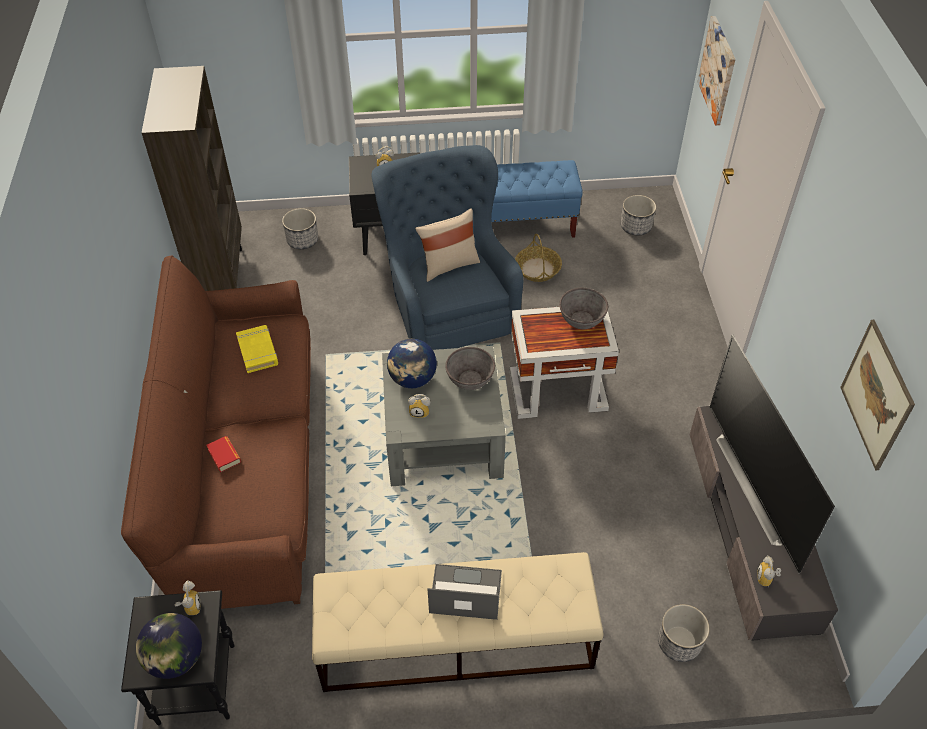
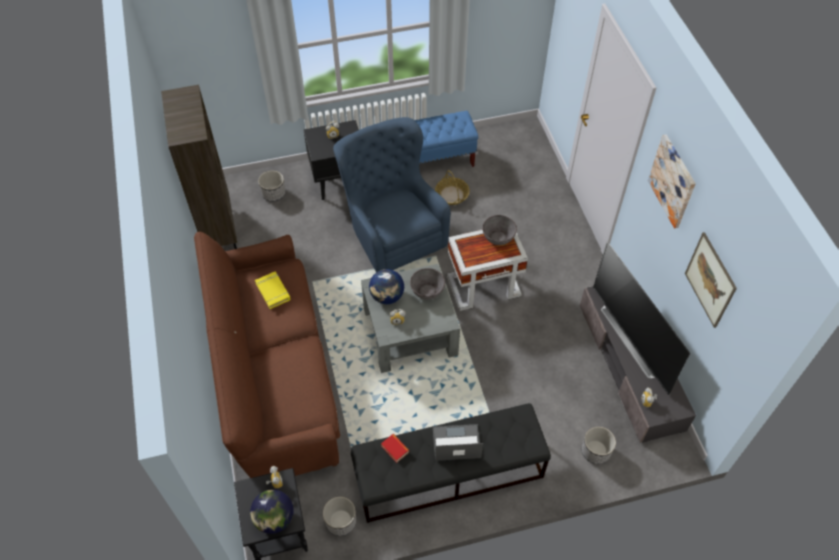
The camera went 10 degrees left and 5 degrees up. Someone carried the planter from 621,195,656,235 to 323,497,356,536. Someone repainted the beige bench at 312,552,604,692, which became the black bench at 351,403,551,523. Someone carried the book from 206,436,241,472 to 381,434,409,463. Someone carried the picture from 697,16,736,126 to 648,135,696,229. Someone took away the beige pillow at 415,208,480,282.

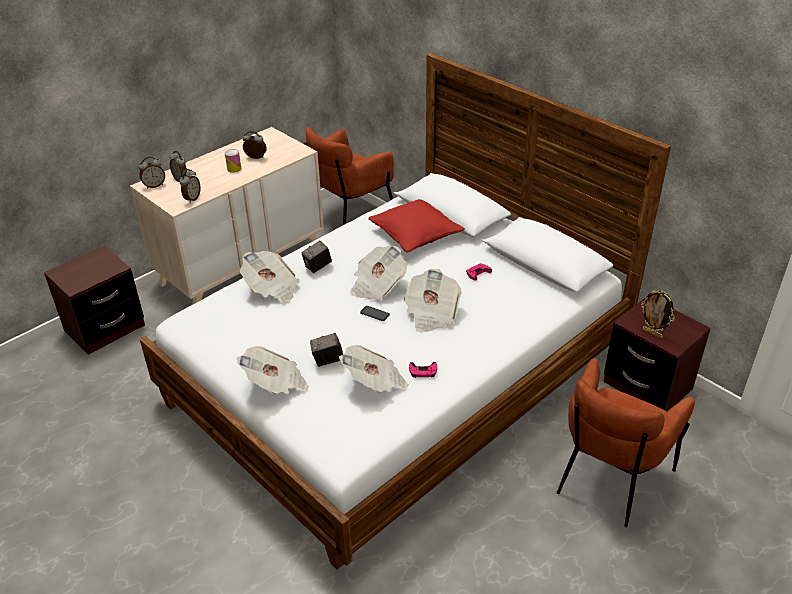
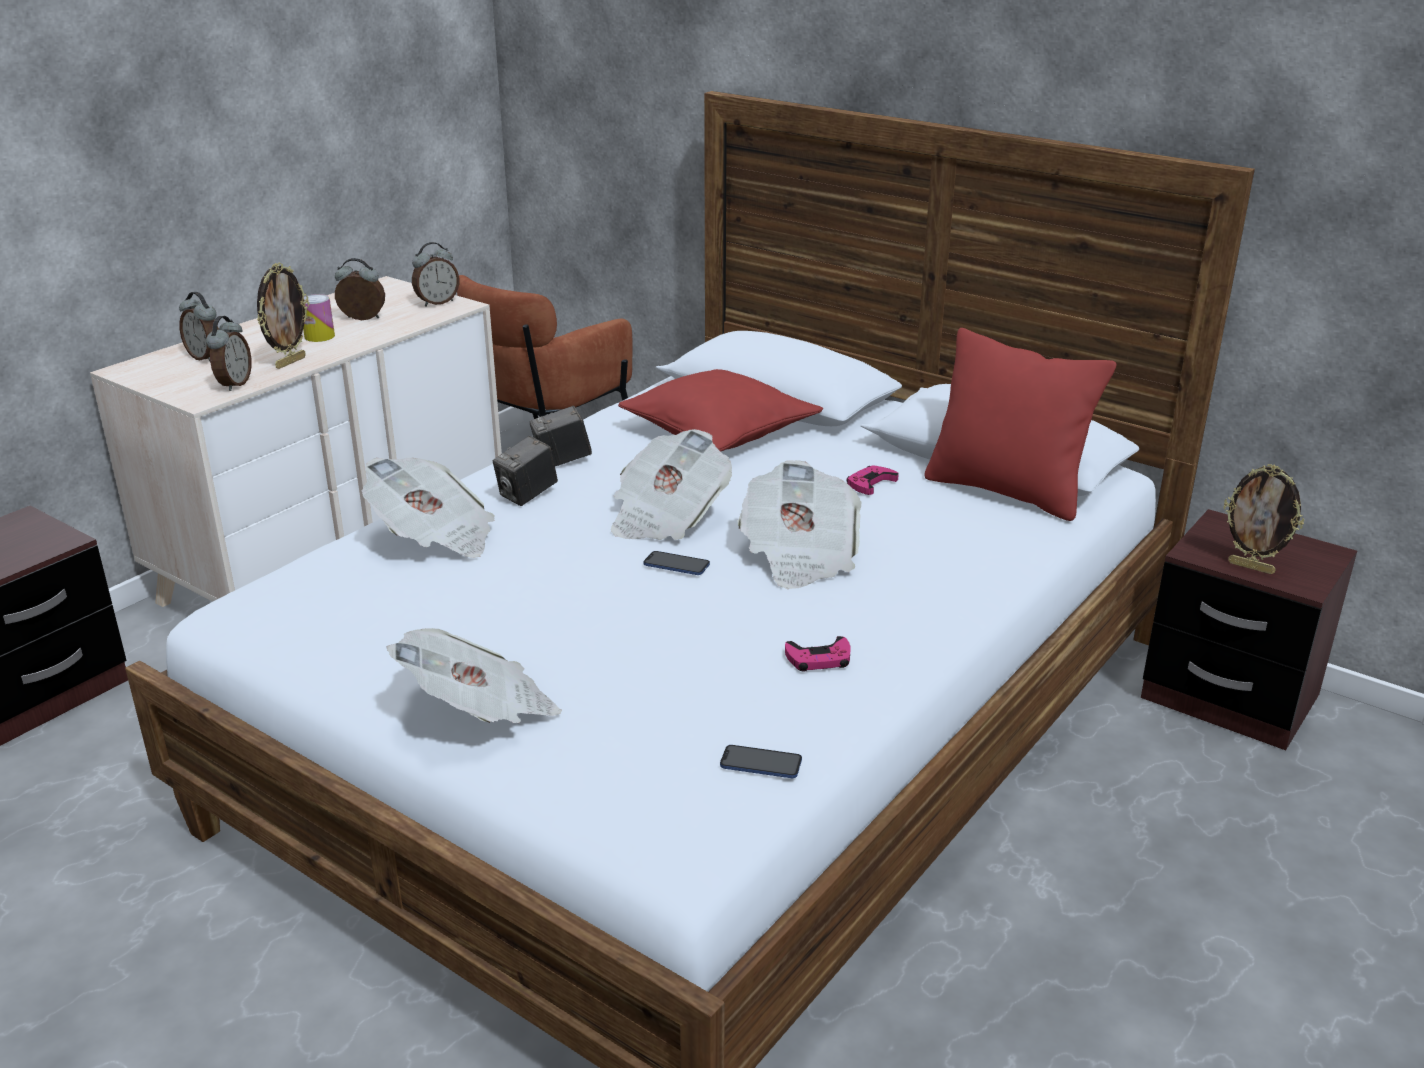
The camera went 10 degrees left and 10 degrees down. Someone put down the picture frame at 257,263,309,369. Someone carried the alarm clock from 139,156,165,189 to 412,242,459,306. Someone carried the photo camera from 310,333,343,367 to 530,405,592,466. Someone put down the phone at 720,745,802,778. Someone put down the red pillow at 924,328,1116,521. Someone took away the newspaper at 339,345,409,392. Someone took away the brown armchair at 557,358,695,527.

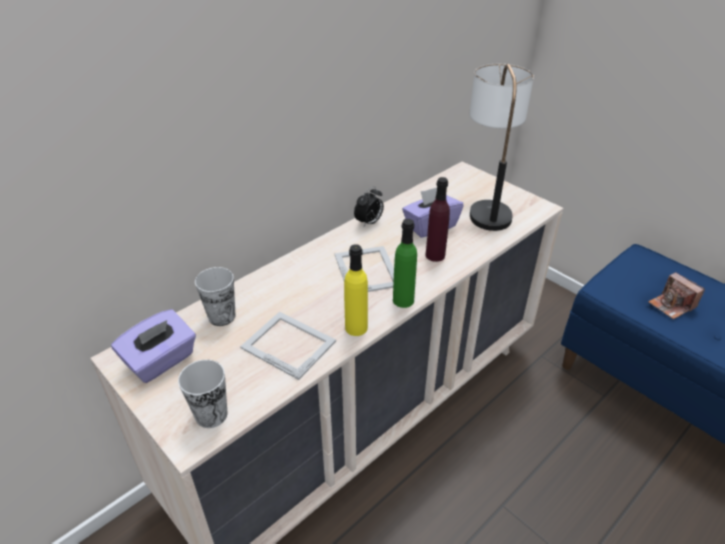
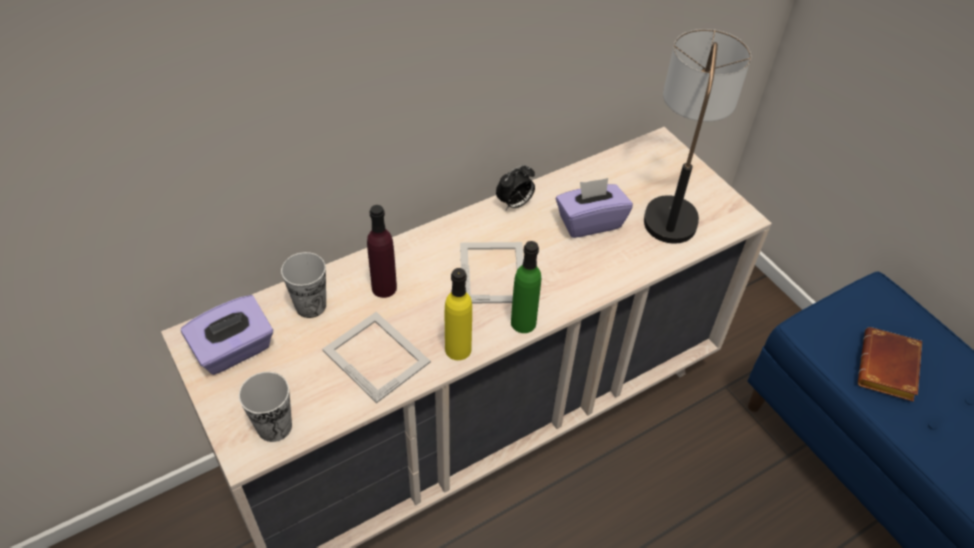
The camera went 10 degrees right and 10 degrees up. Someone carried the purple bottle from 426,177,450,262 to 367,205,397,298. Someone swapped the photo camera at 648,272,705,320 for the brown book at 858,327,922,402.

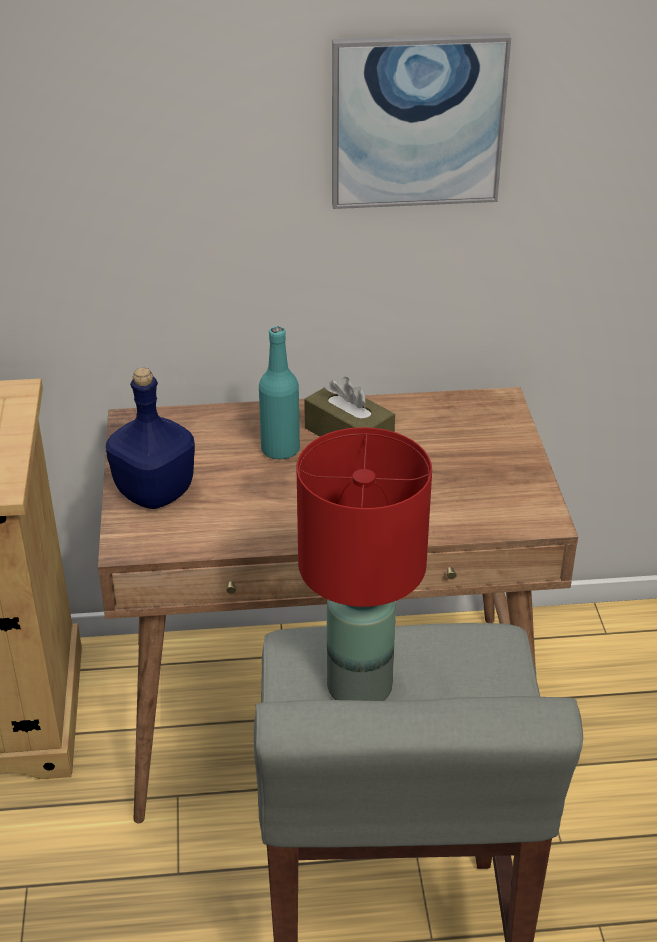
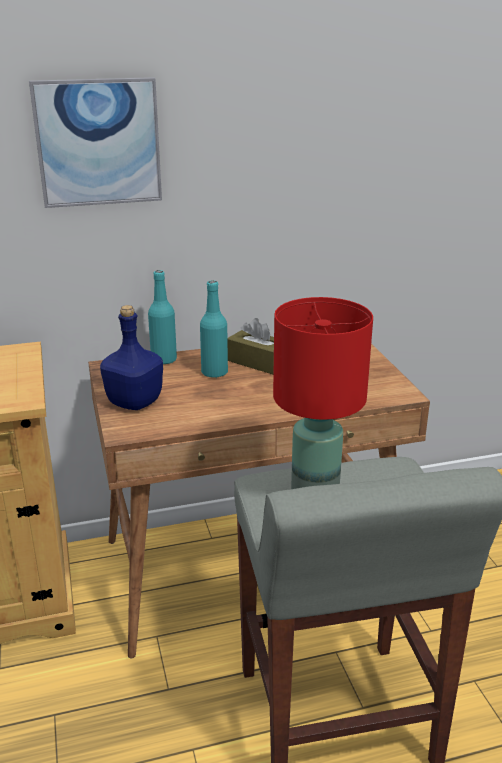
The camera went 10 degrees left and 10 degrees down. Someone carried the picture from 332,33,511,209 to 29,77,162,208. Someone put down the turquoise bottle at 148,270,177,364.

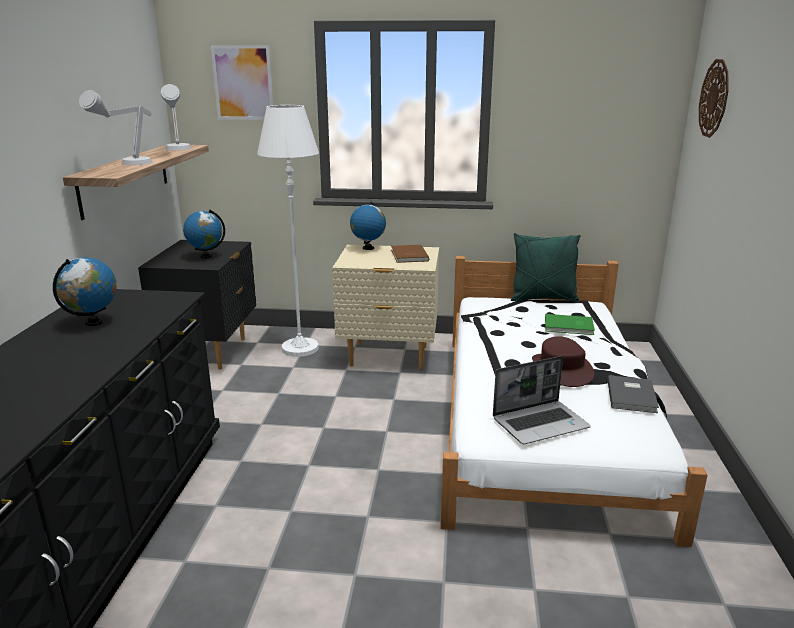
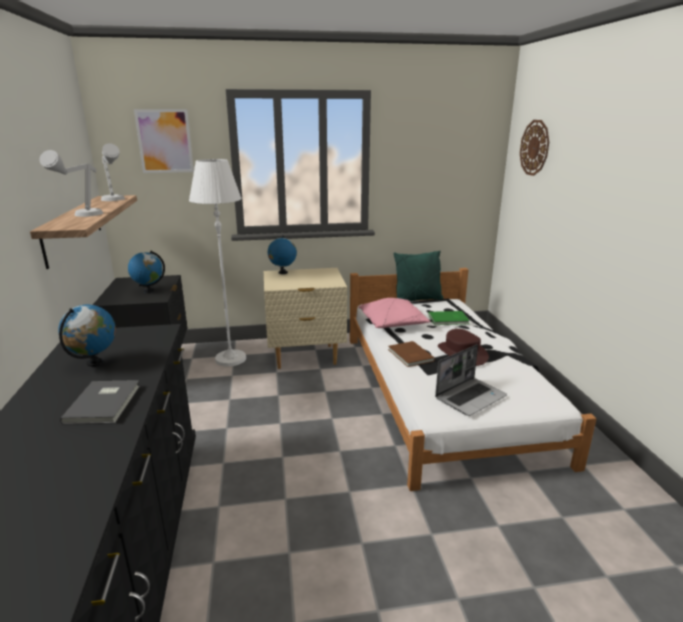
The camera went 15 degrees left and 0 degrees up. Someone carried the grey book from 607,375,659,413 to 60,380,140,424. Someone put down the pink pillow at 358,298,431,328. Someone carried the brown book from 391,245,429,263 to 388,341,435,367.

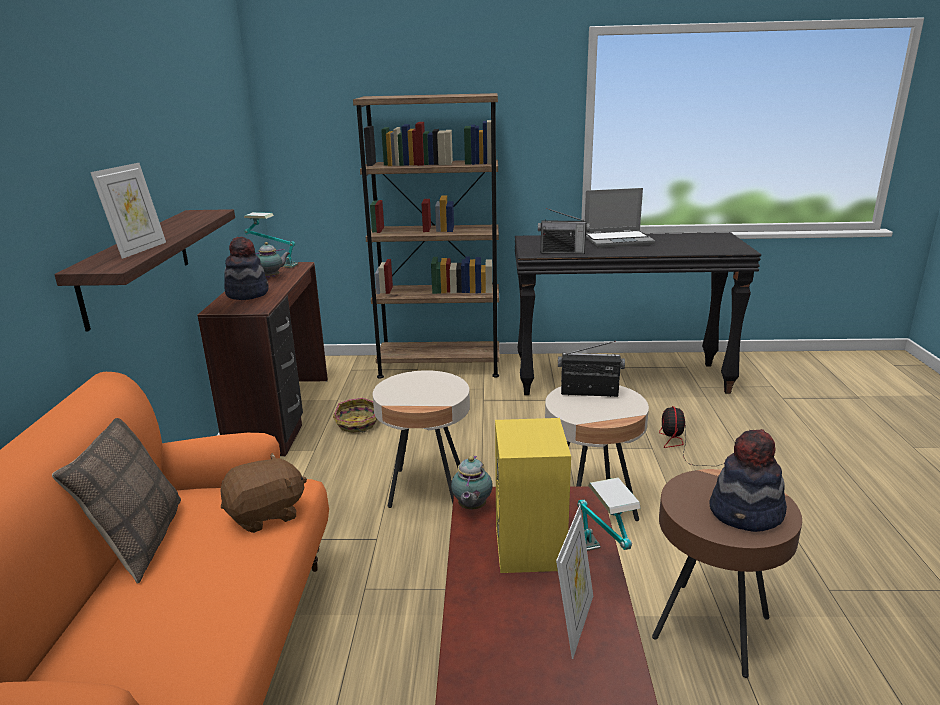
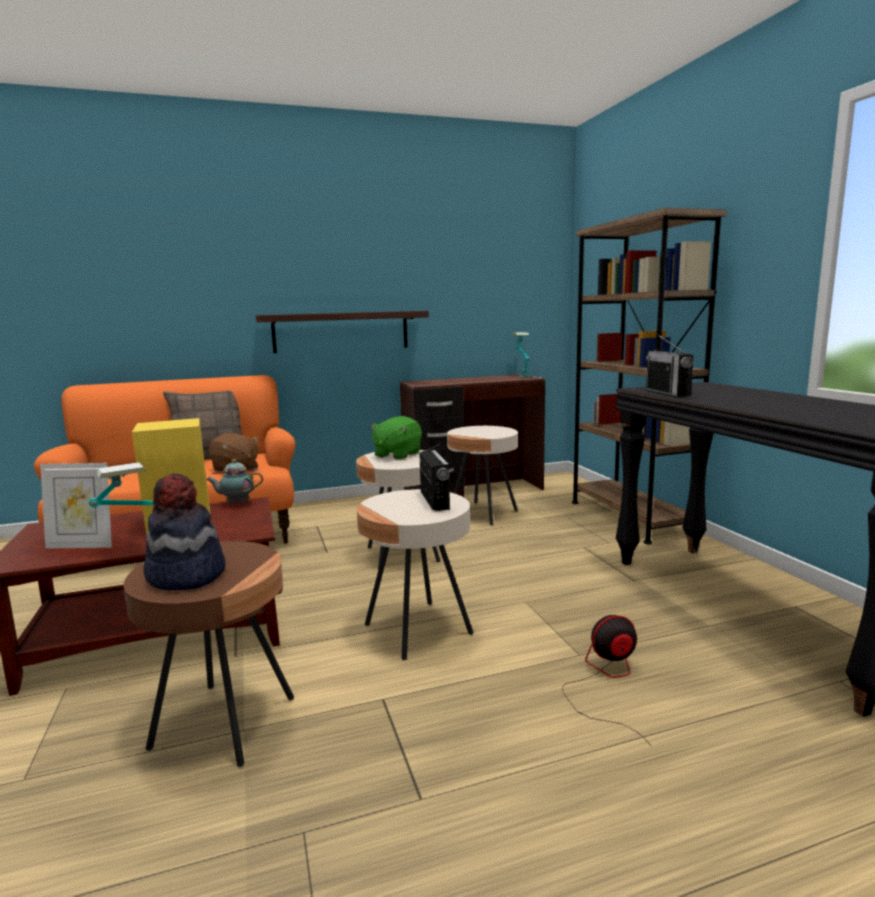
The camera went 70 degrees right and 10 degrees down. Someone put down the green plush toy at 370,416,422,460. Someone swapped the basket at 333,398,377,433 for the beige side table at 447,426,518,525. Someone took away the picture frame at 90,163,166,259. Someone took away the hat at 224,237,269,300. Someone took away the teapot at 255,242,290,278. Someone took away the laptop at 585,188,655,248.

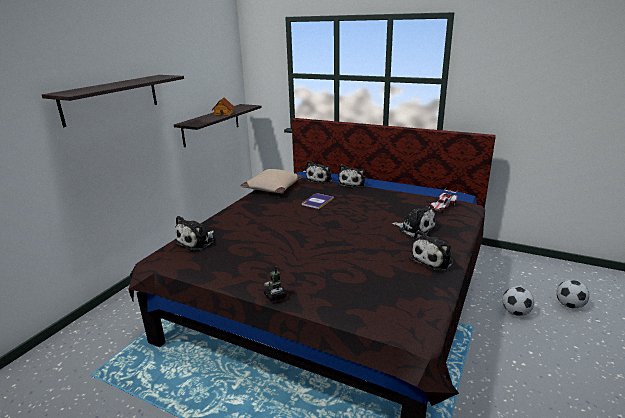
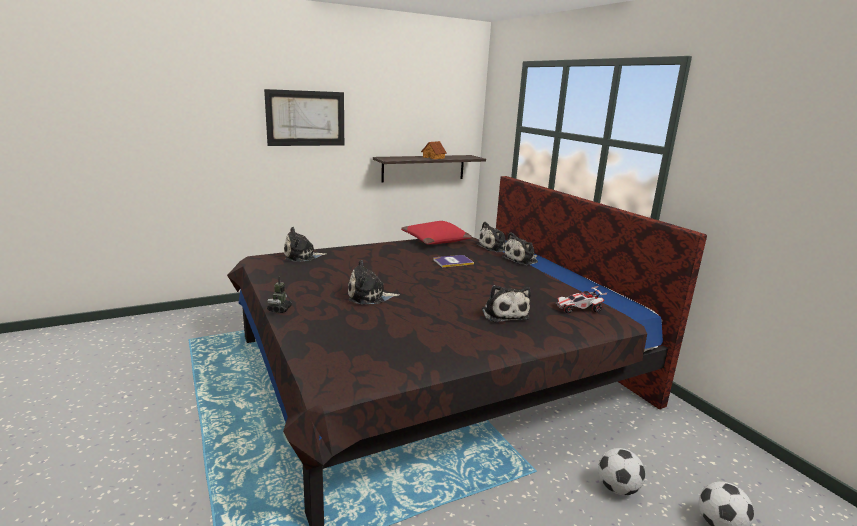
The camera went 35 degrees right and 5 degrees down. Someone swapped the shelf at 42,75,184,127 for the picture at 264,89,344,146. Someone carried the plush toy from 410,230,454,271 to 348,260,400,304. Someone repainted the beige pillow at 241,169,302,193, which became the red pillow at 401,221,472,244.

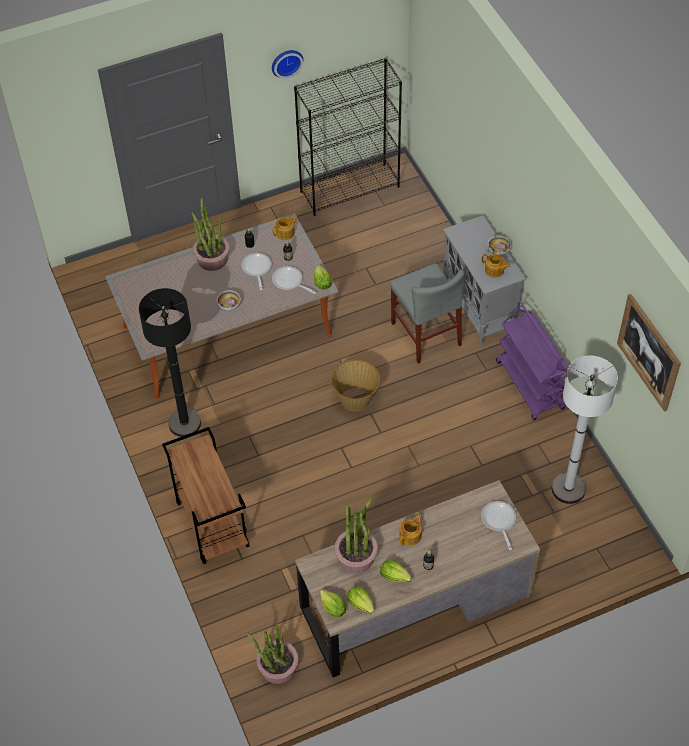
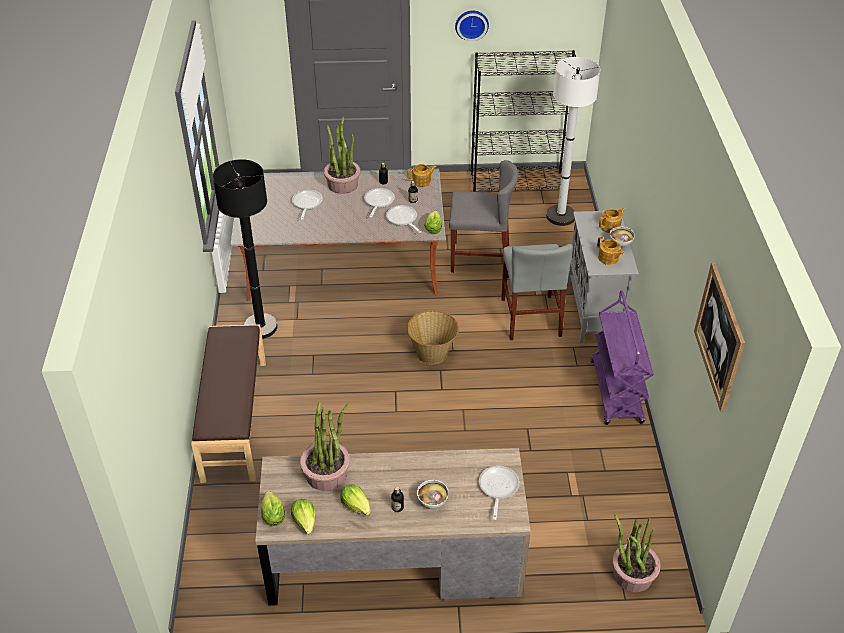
The camera went 20 degrees right and 10 degrees down. Someone swapped the brown cart at 162,427,249,564 for the brown bench at 191,324,266,483. Someone put down the frying pan at 292,190,323,220. Someone carried the bowl from 217,290,240,311 to 417,480,449,509. Someone put down the grey chair at 449,160,518,273. Someone carried the white floor lamp from 552,356,618,504 to 546,57,600,226. Someone carried the teapot from 399,514,422,546 to 599,208,625,233. Someone carried the potted plant from 246,624,299,684 to 612,514,661,592.

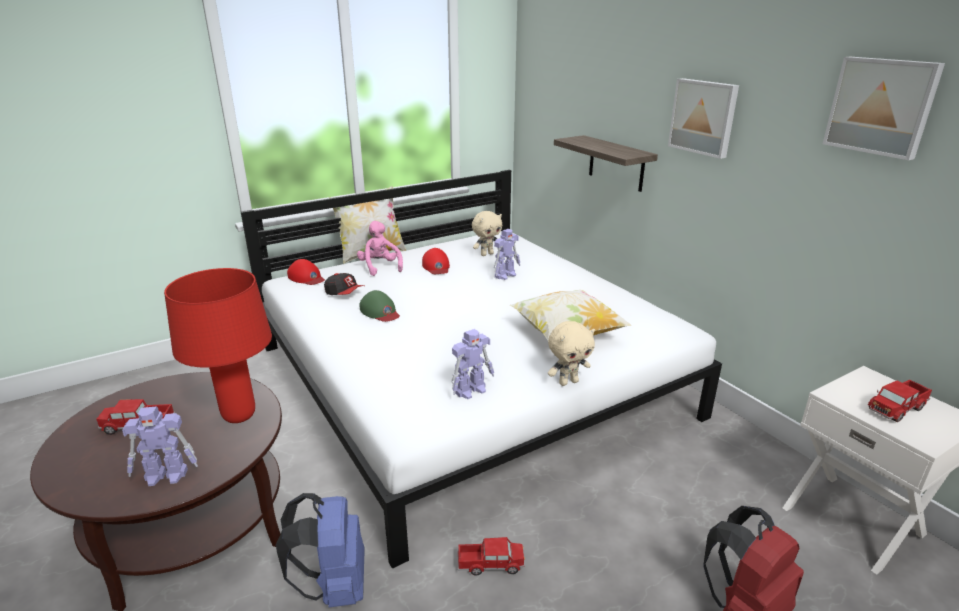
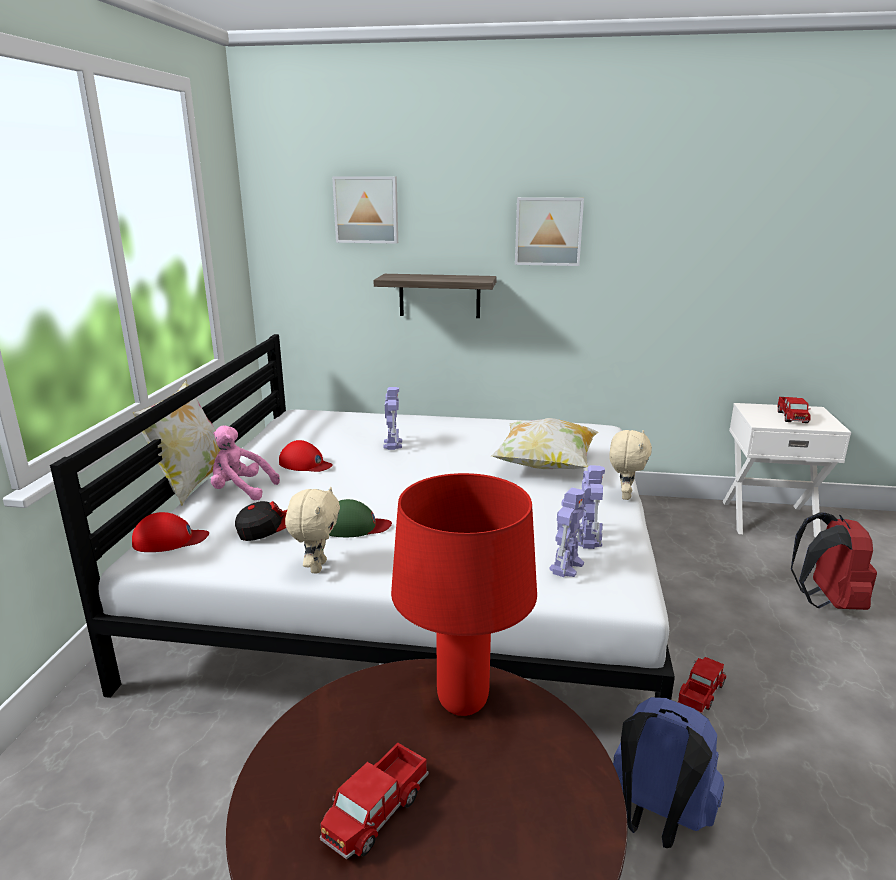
The camera went 50 degrees left and 5 degrees down. Someone carried the beige plush toy from 472,211,502,256 to 285,487,340,573. Someone carried the picture from 823,57,945,160 to 332,176,398,244. Someone carried the toy robot from 122,407,198,486 to 550,487,585,577.

